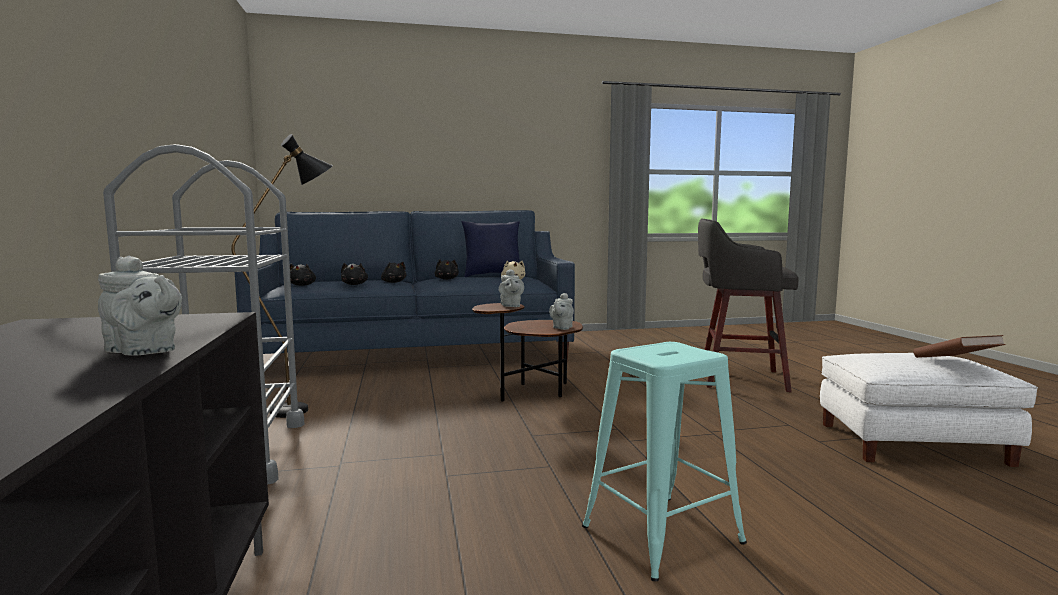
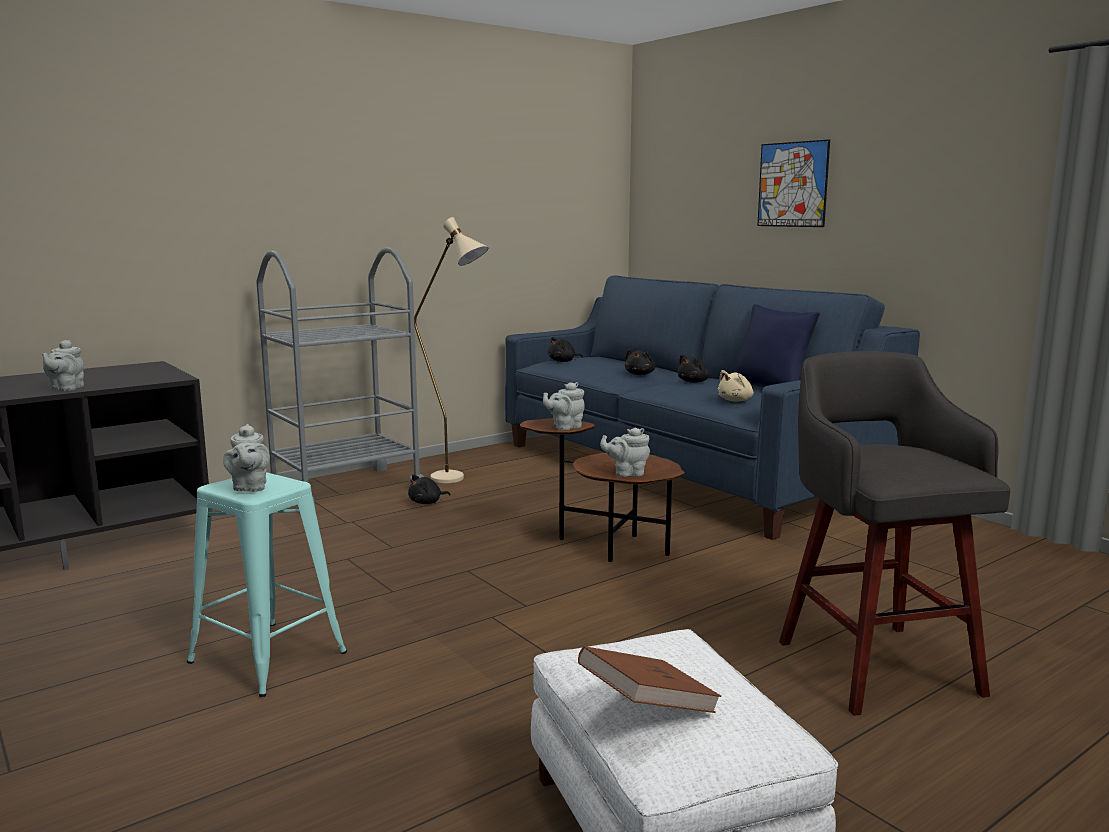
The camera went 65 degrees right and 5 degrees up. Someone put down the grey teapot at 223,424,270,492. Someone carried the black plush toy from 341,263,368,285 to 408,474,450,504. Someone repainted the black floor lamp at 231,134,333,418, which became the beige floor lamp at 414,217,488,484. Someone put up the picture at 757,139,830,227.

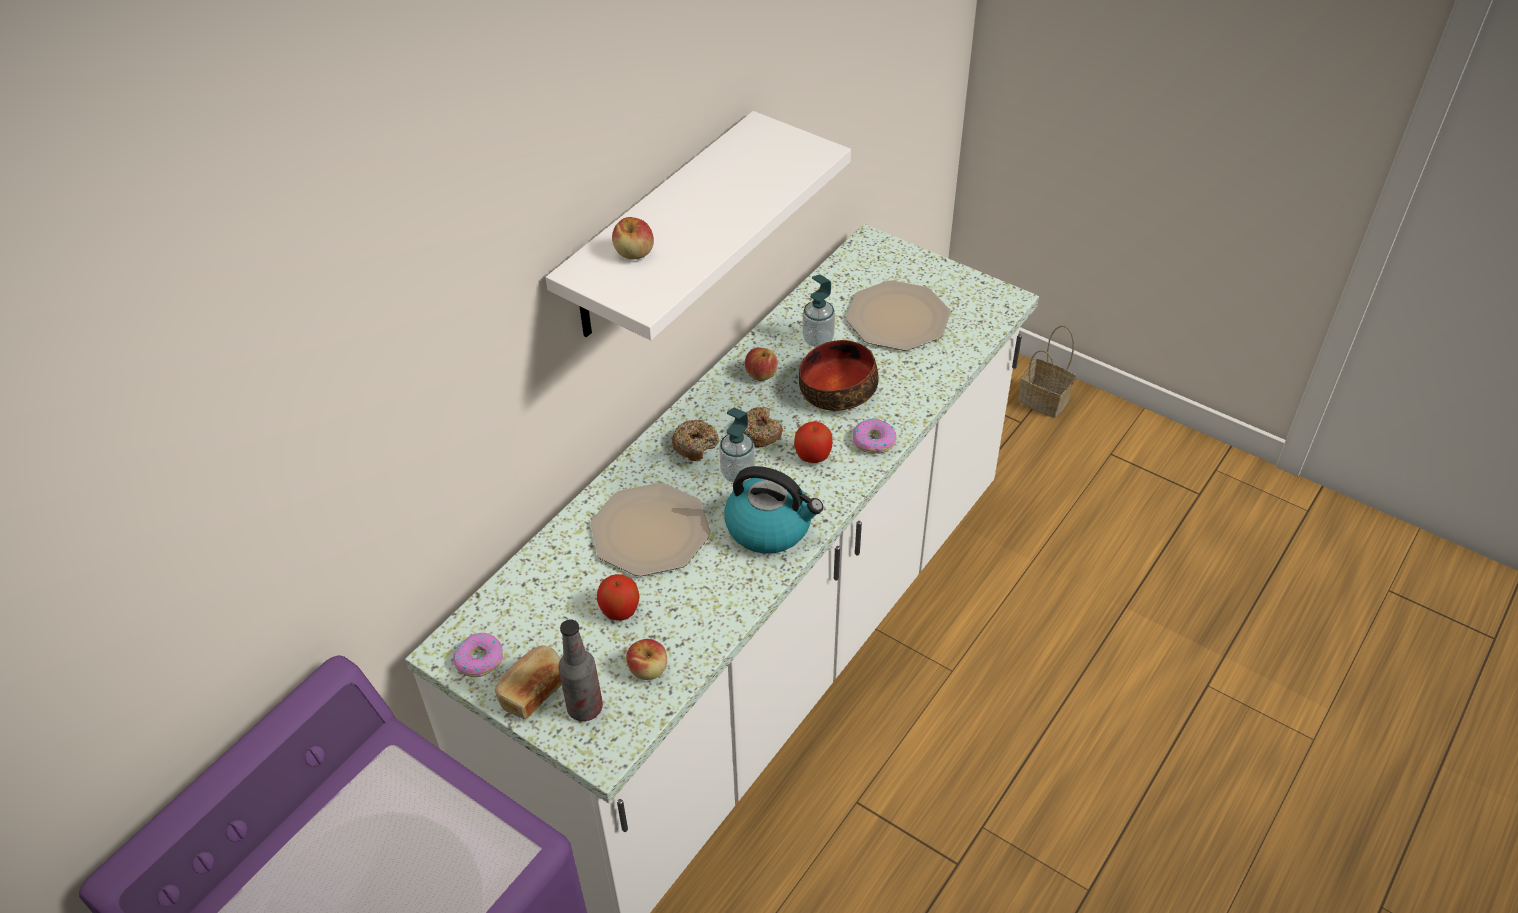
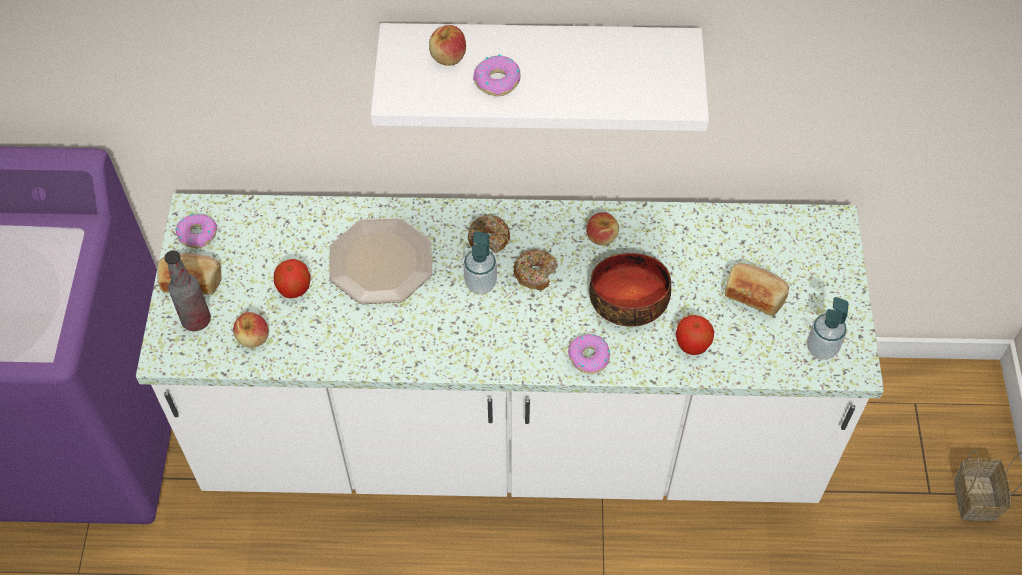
The camera went 55 degrees right and 10 degrees up. Someone put down the donut at 473,55,521,96. Someone carried the apple from 794,422,833,463 to 676,315,714,355. Someone swapped the plate at 845,280,951,351 for the bread at 724,263,789,316. Someone carried the soap dispenser from 802,274,835,347 to 807,297,848,360. Someone took away the kettle at 724,466,823,554.

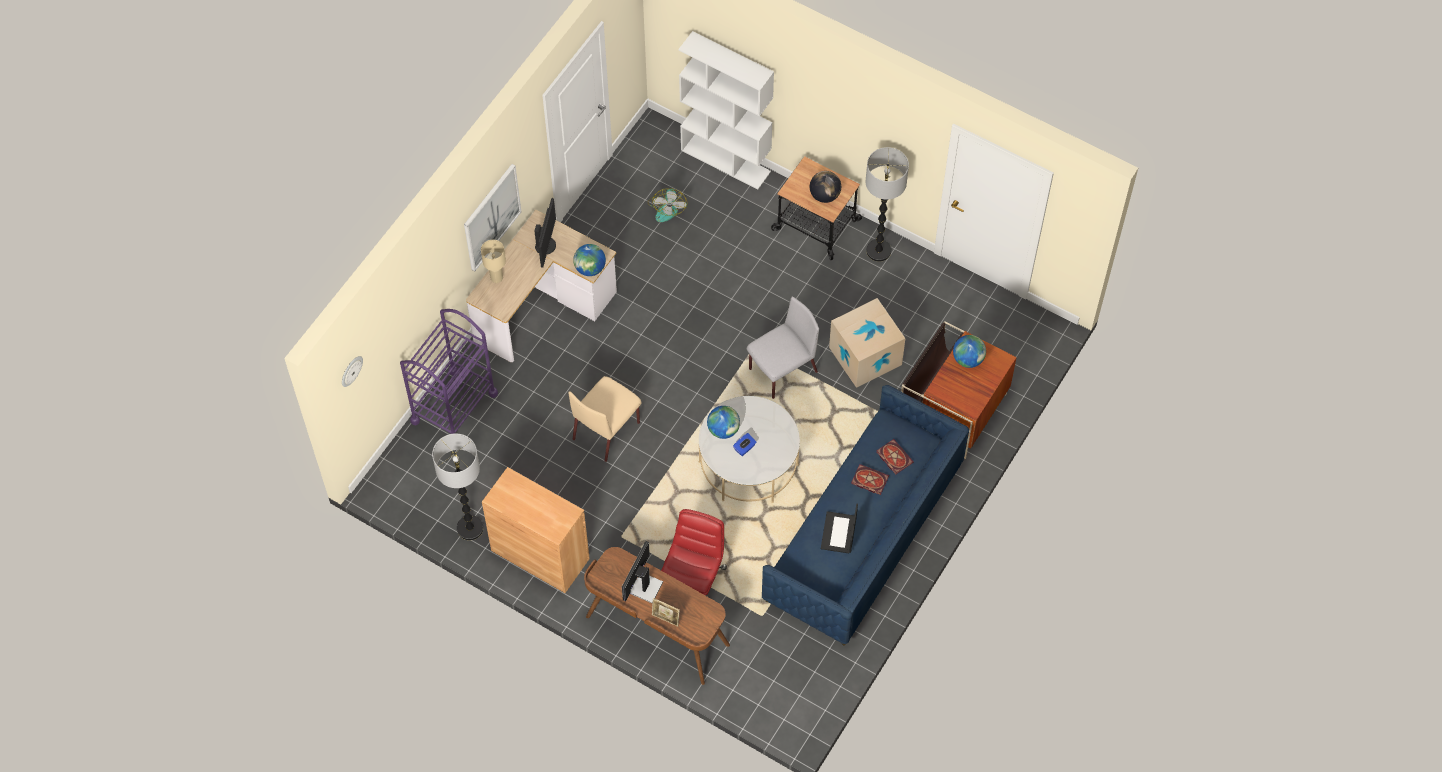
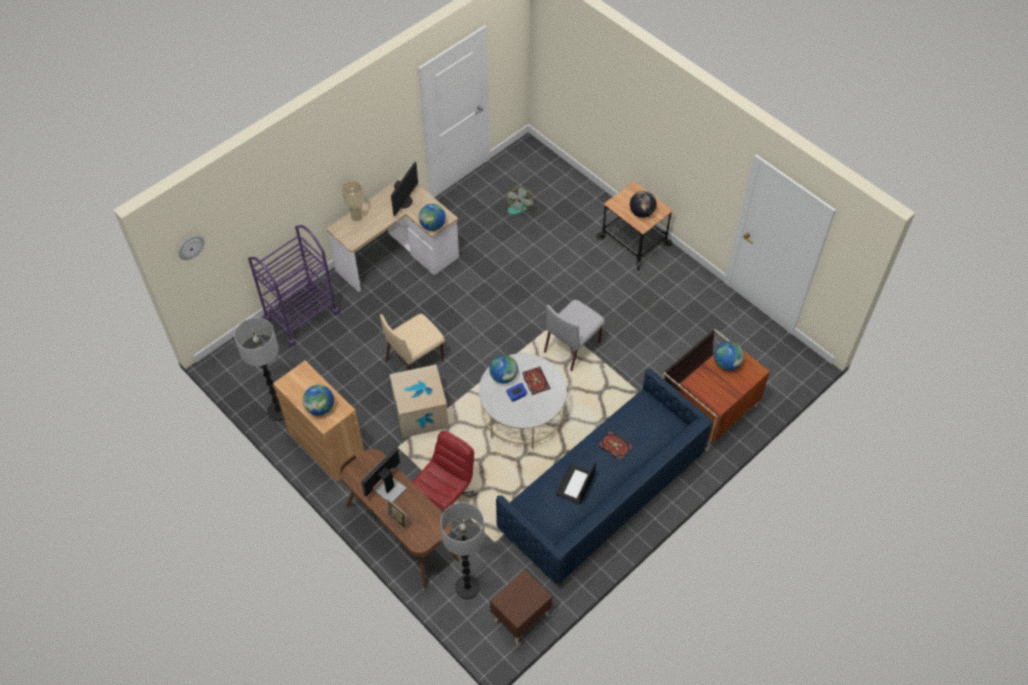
The camera went 15 degrees right and 5 degrees down. Someone put down the globe at 303,385,334,416. Someone carried the cardboard box from 829,298,905,388 to 390,364,449,438. Someone carried the floor lamp from 866,147,909,262 to 440,502,485,599. Someone put down the brown nightstand at 490,570,552,644. Someone carried the book from 876,439,914,474 to 522,367,551,395. Someone rotated the grey chair at 747,297,819,399 by 150 degrees clockwise. Someone took away the picture at 464,164,521,271. Someone took away the white bookcase at 678,31,774,190.

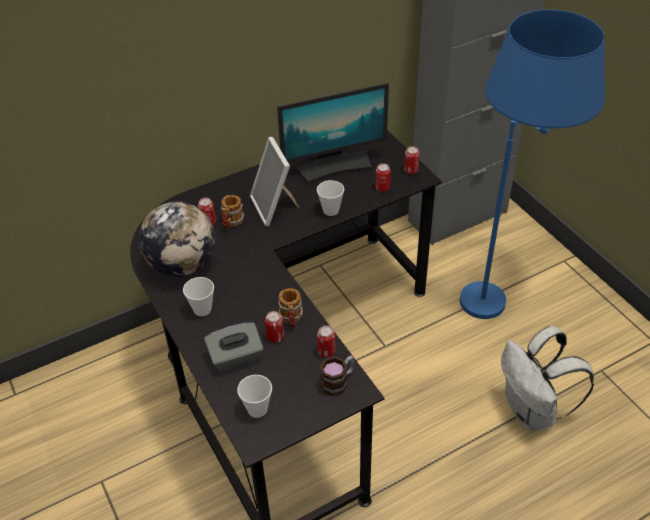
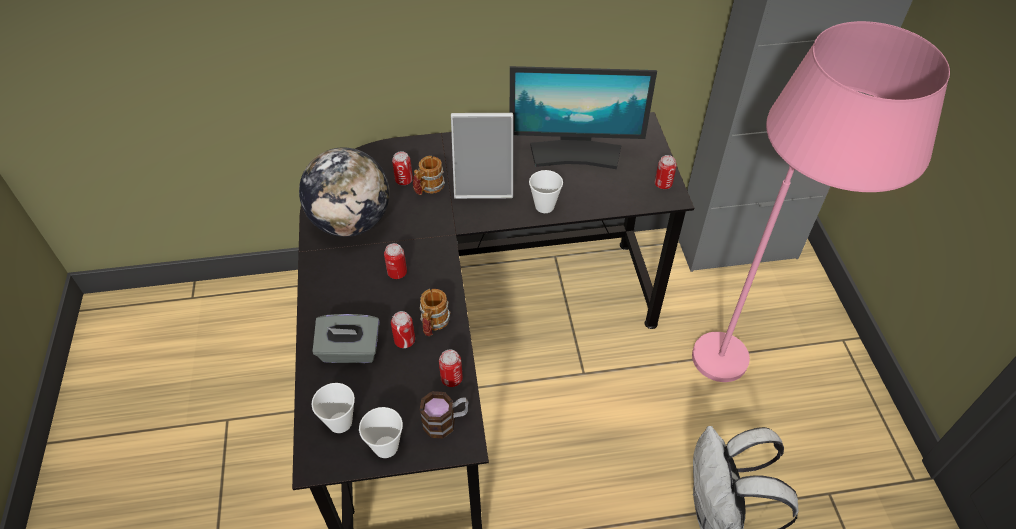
The camera went 20 degrees right and 5 degrees up. Someone carried the cup from 183,277,214,316 to 359,407,403,458. Someone carried the can from 375,163,391,192 to 384,243,407,279. Someone rotated the picture frame at 250,137,299,226 by 90 degrees counterclockwise. Someone repainted the blue floor lamp at 460,9,605,319, which became the pink floor lamp at 692,21,950,382.

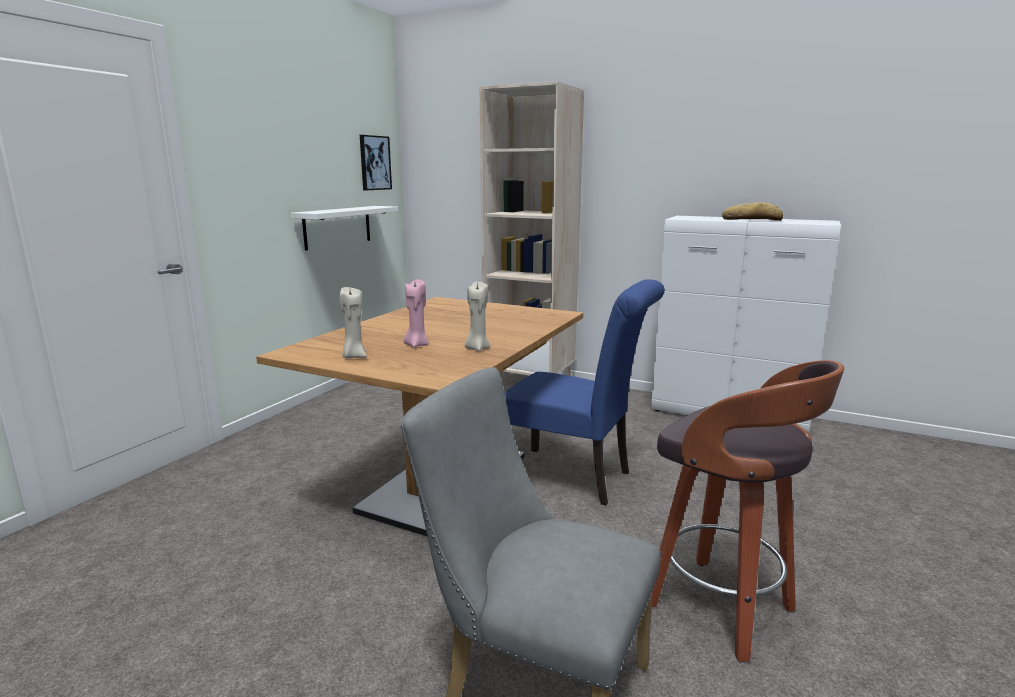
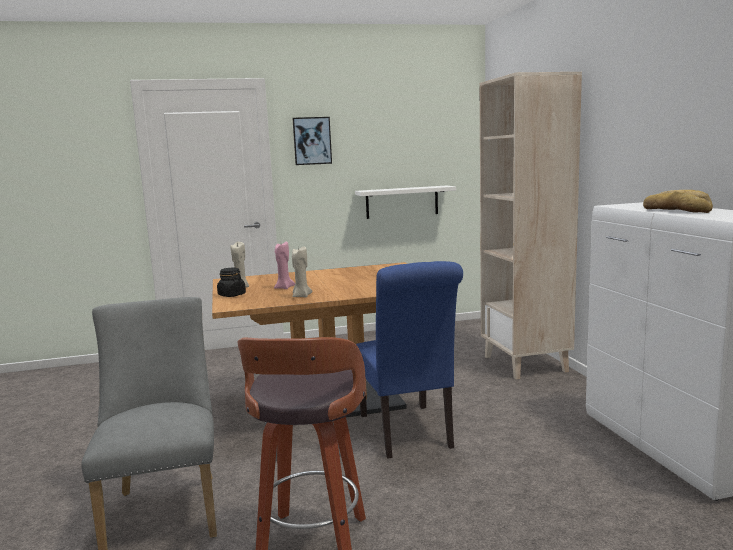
The camera went 50 degrees right and 5 degrees down. Someone put down the black jar at 217,268,246,297. Someone carried the picture from 360,135,392,190 to 292,117,332,165.

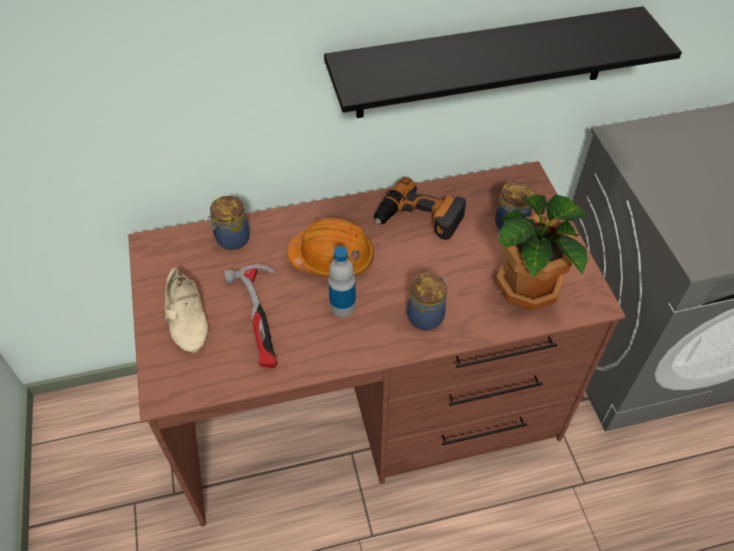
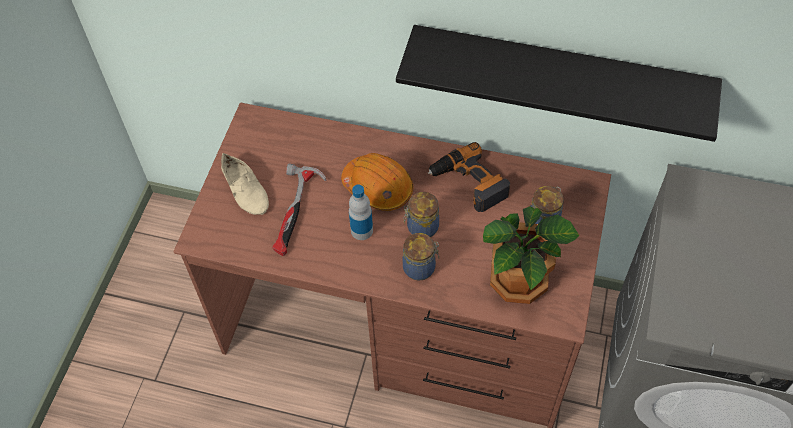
The camera went 30 degrees right and 5 degrees up. Someone rotated the beige shoe at 165,268,208,353 by 45 degrees counterclockwise. Someone carried the jar from 207,196,250,250 to 404,192,439,237.

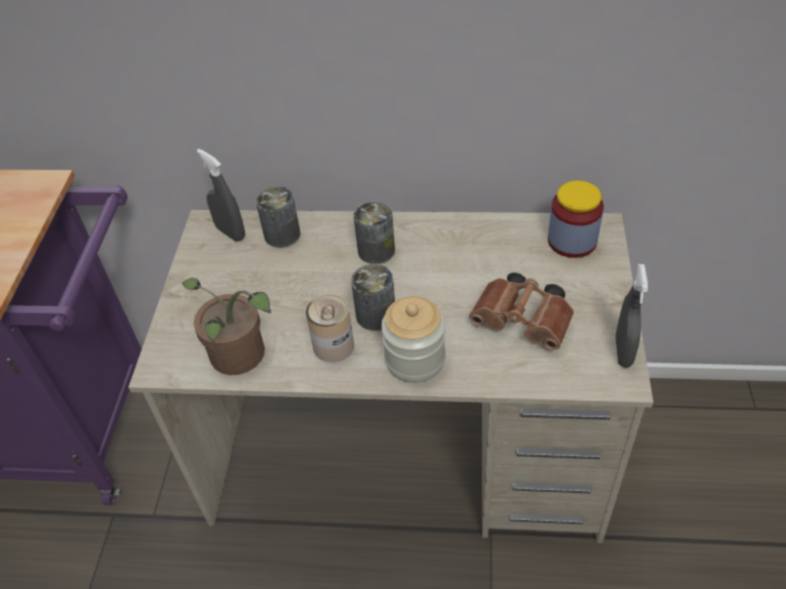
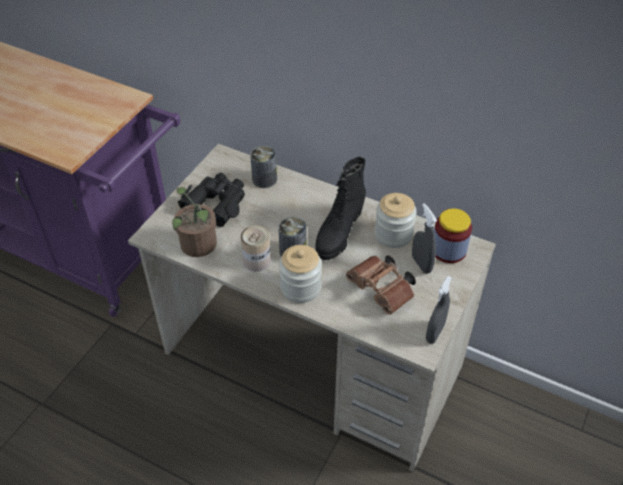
The camera went 20 degrees right and 0 degrees up. Someone put down the black binoculars at 178,173,245,227. Someone put down the black boot at 315,157,366,260. Someone put down the jar at 375,193,417,248. Someone carried the grey spray bottle from 197,149,245,242 to 412,203,437,274. Someone took away the can at 353,201,395,264.

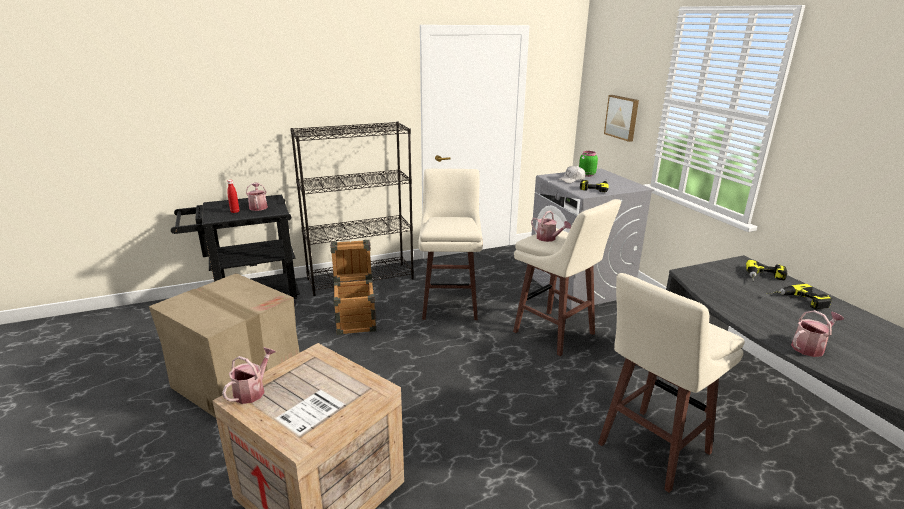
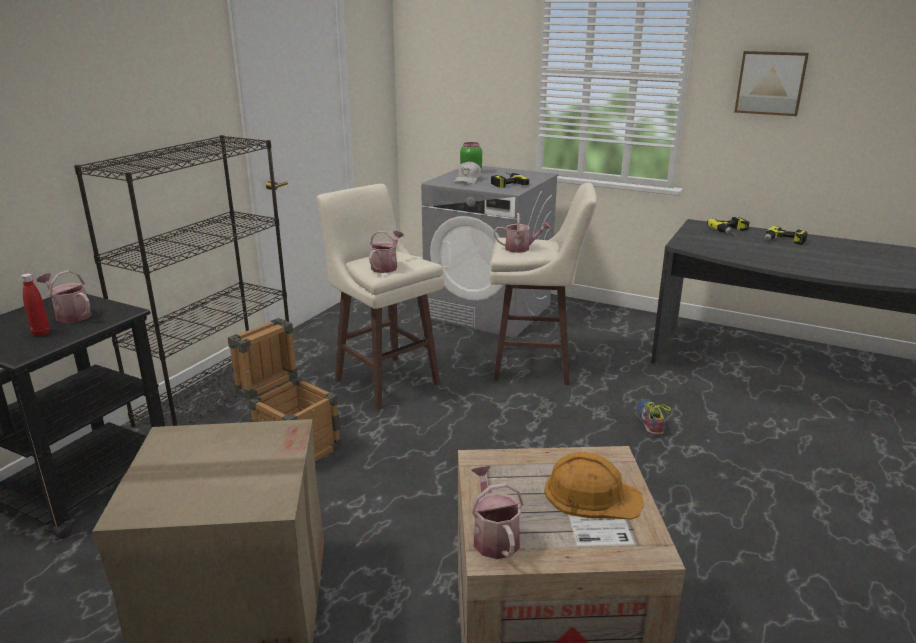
The camera went 40 degrees left and 0 degrees up. Someone carried the watering can from 791,310,844,357 to 369,231,404,273. Someone put down the orange hard hat at 544,452,644,519. Someone put down the shoe at 636,398,671,435. Someone carried the picture from 604,95,639,142 to 734,51,809,116. Someone took away the beige stool at 598,273,745,493.

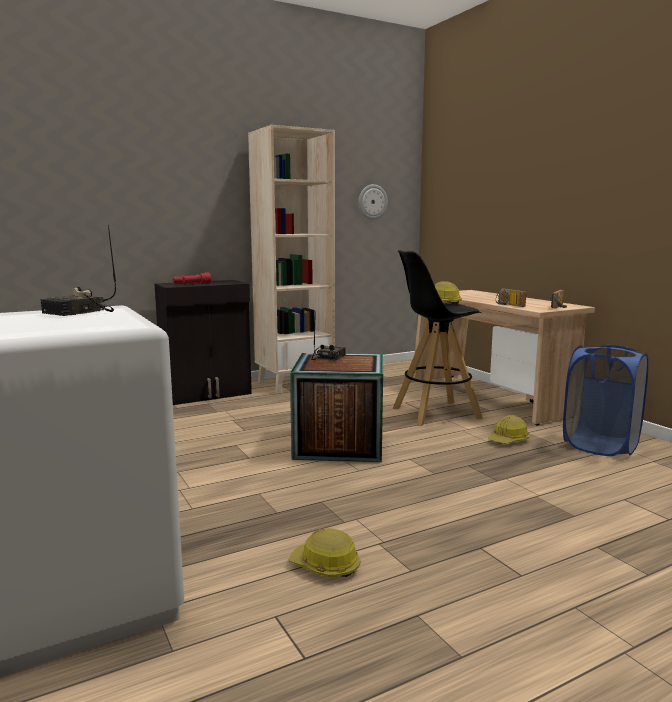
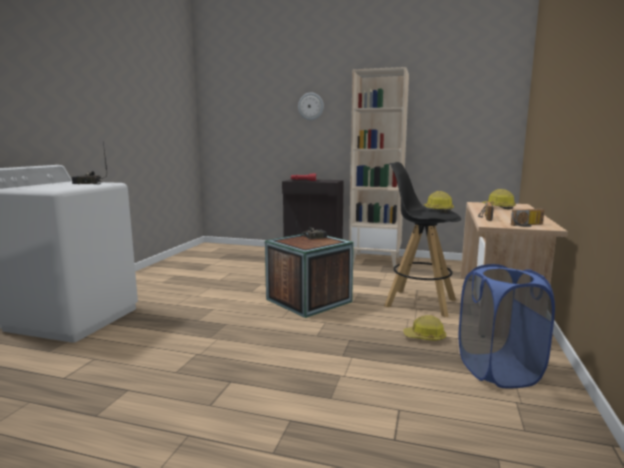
The camera went 45 degrees right and 0 degrees up. Someone carried the wall clock from 358,184,388,220 to 298,93,324,120. Someone carried the hard hat from 288,528,360,577 to 482,189,516,209.

